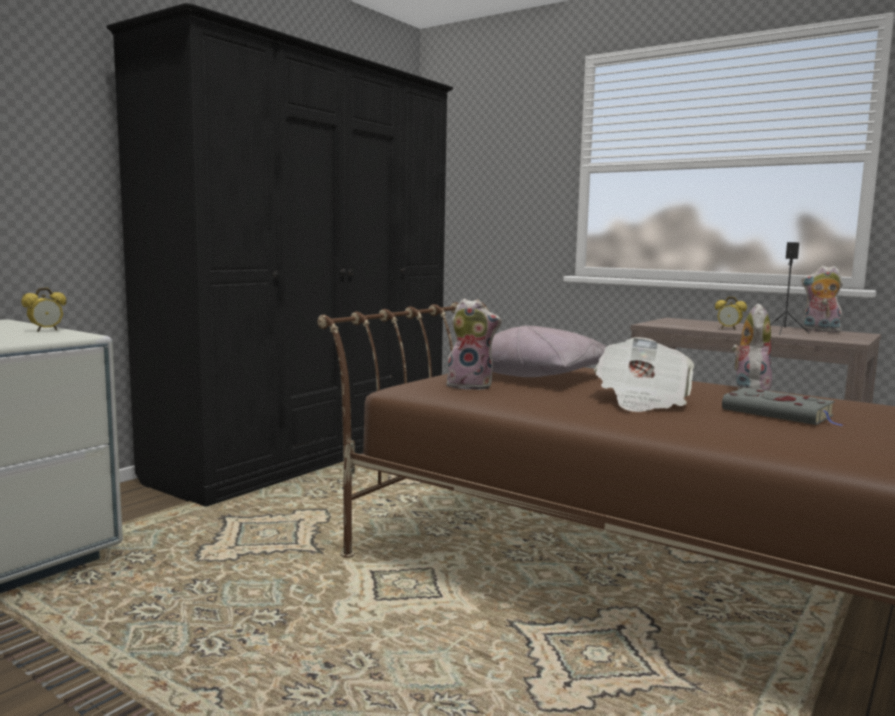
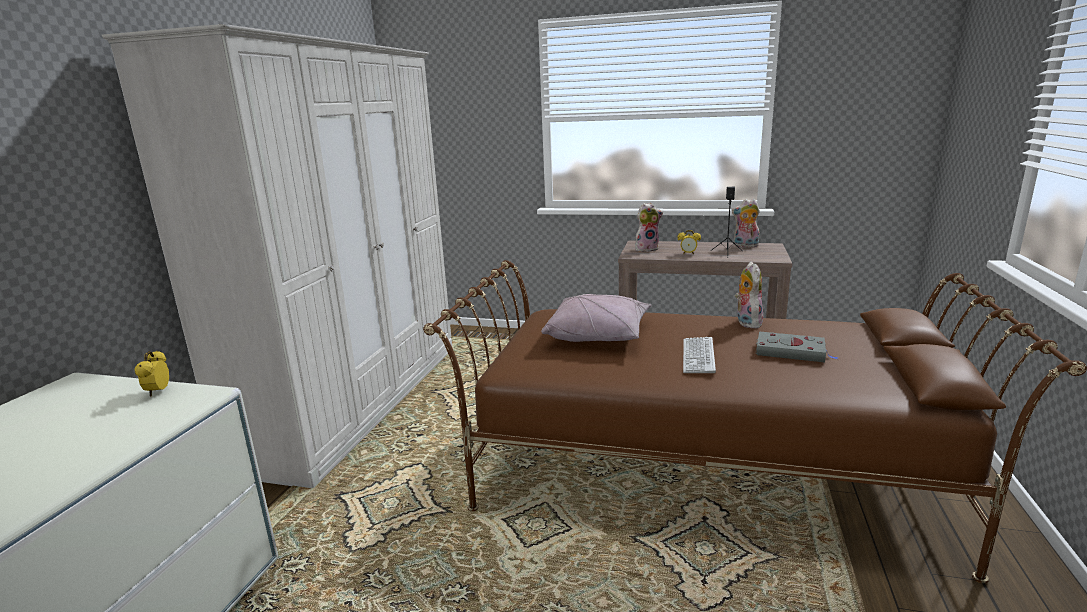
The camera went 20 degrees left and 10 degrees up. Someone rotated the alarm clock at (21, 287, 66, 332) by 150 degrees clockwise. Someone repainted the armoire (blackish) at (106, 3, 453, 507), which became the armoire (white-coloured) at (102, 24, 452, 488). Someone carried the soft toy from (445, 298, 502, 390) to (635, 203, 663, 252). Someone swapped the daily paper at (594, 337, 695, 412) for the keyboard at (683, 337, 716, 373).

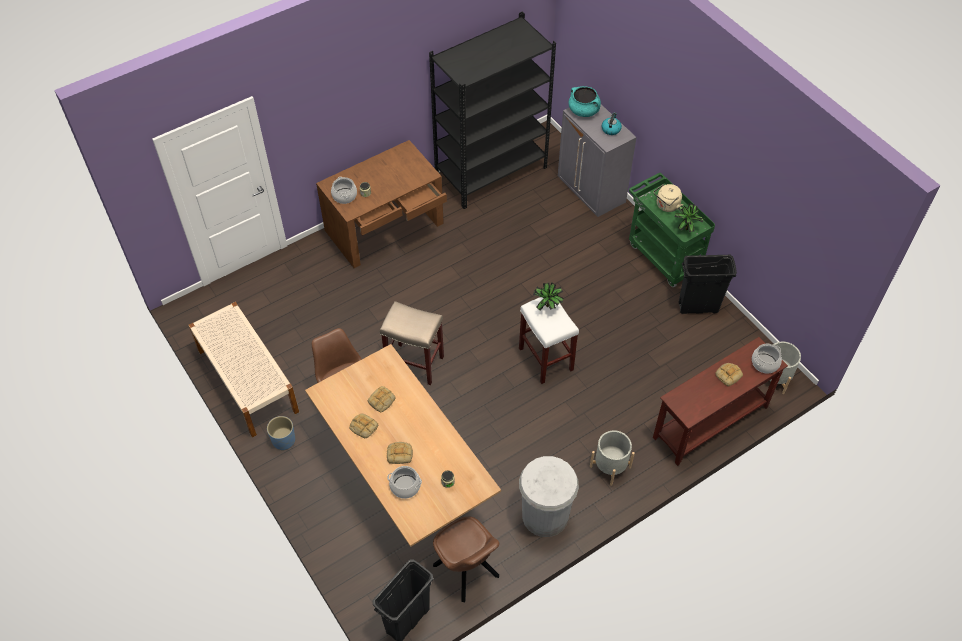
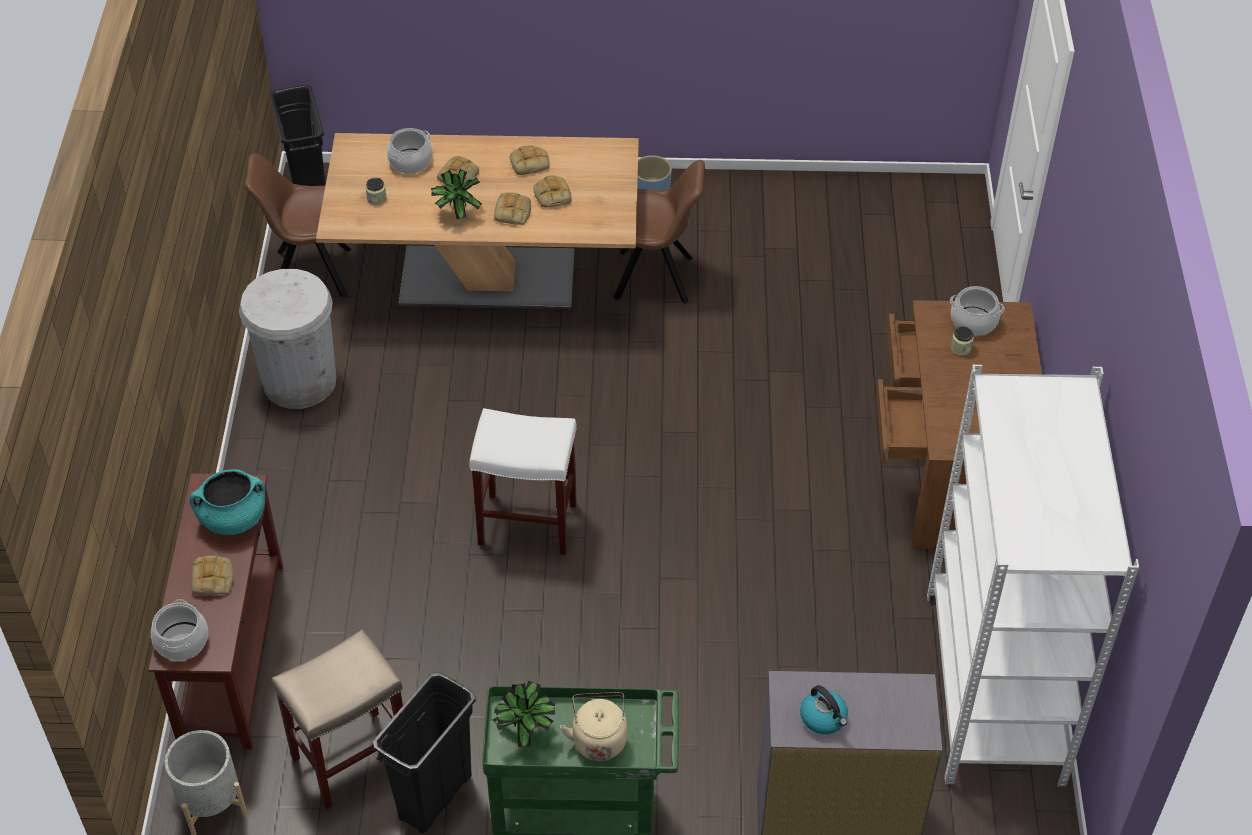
The camera went 125 degrees right and 5 degrees down. Someone took away the indoor bench (beige-coloured) at (188, 302, 299, 438). Someone carried the stool (beige-coloured) from (380, 301, 444, 385) to (271, 629, 403, 810). Someone repainted the shelving unit (blackish) at (429, 12, 556, 209), which became the shelving unit (white-coloured) at (927, 365, 1139, 787). Someone carried the potted plant from (533, 283, 564, 311) to (431, 169, 482, 219). Someone carried the saucepot (turquoise) from (568, 86, 601, 117) to (189, 469, 265, 535). Someone took away the plant pot (greyish) at (590, 430, 635, 486). Someone put down the bread at (494, 192, 531, 225).

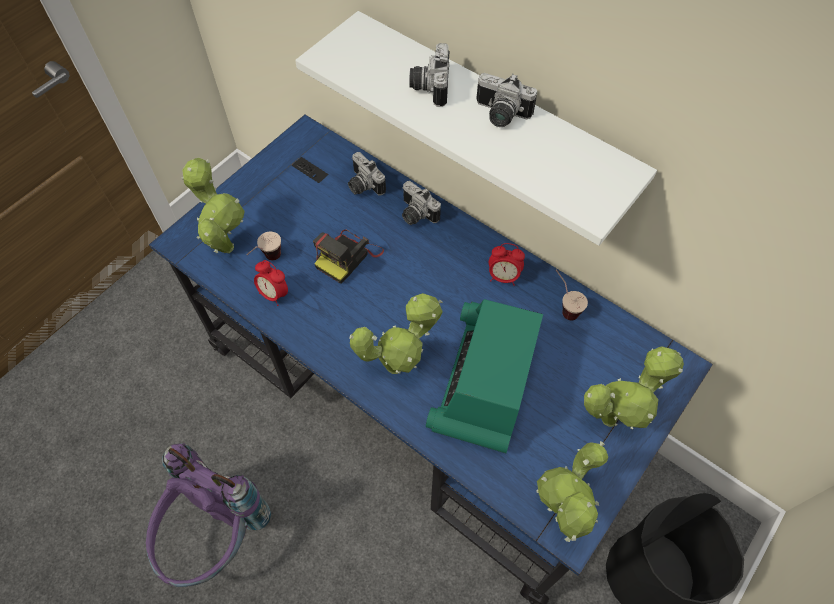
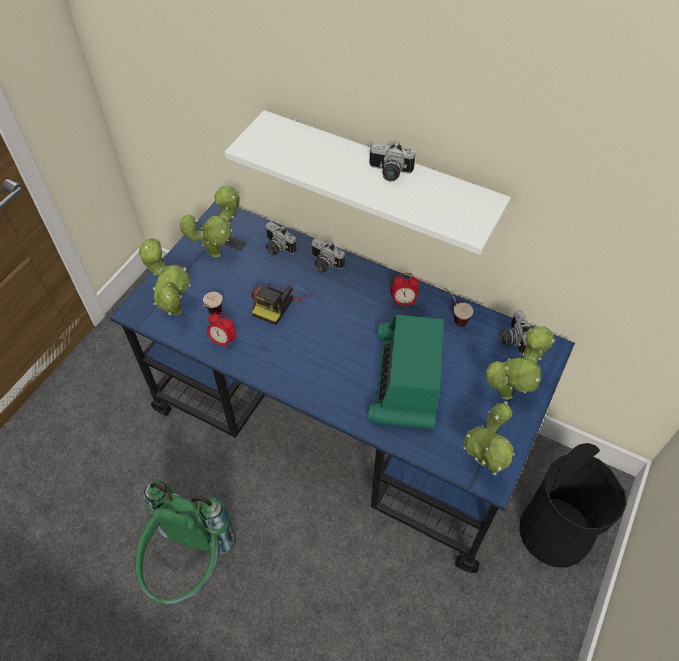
The camera went 10 degrees left and 5 degrees down. Someone repainted the rucksack (purplish) at (146, 443, 271, 587), which became the rucksack (green) at (135, 479, 236, 605). Someone carried the potted plant from (349, 293, 443, 374) to (179, 186, 240, 257). Someone carried the still camera from (409, 43, 449, 107) to (499, 311, 531, 355).

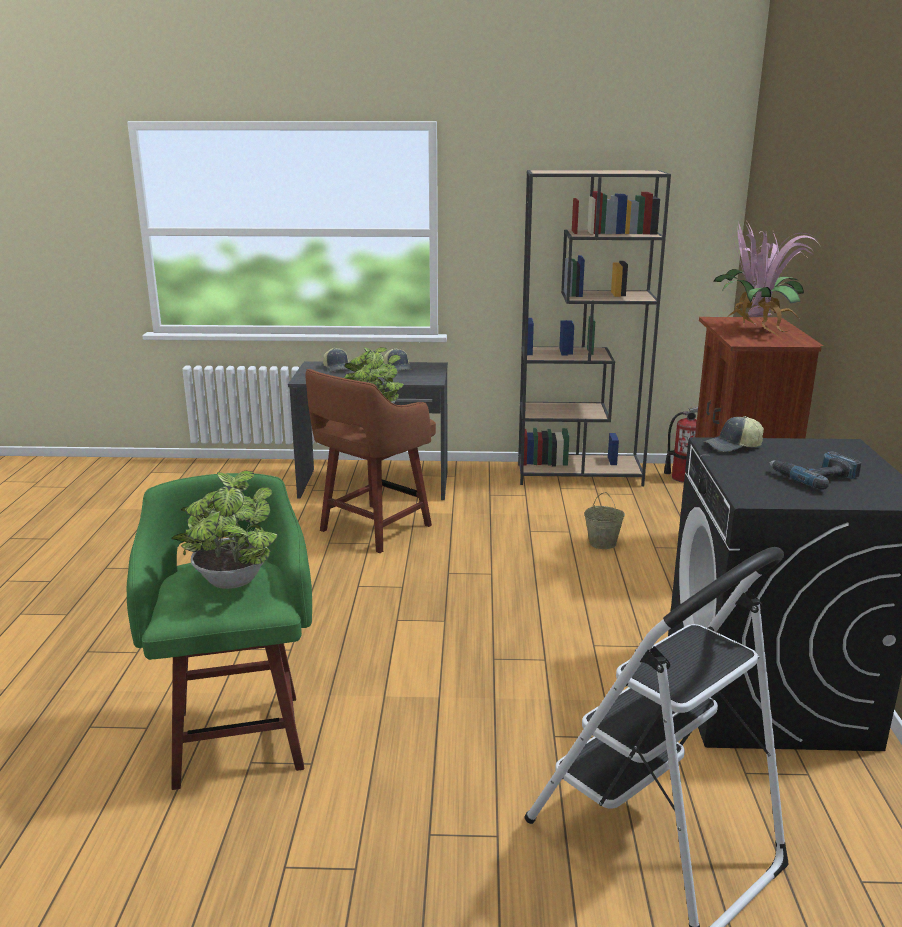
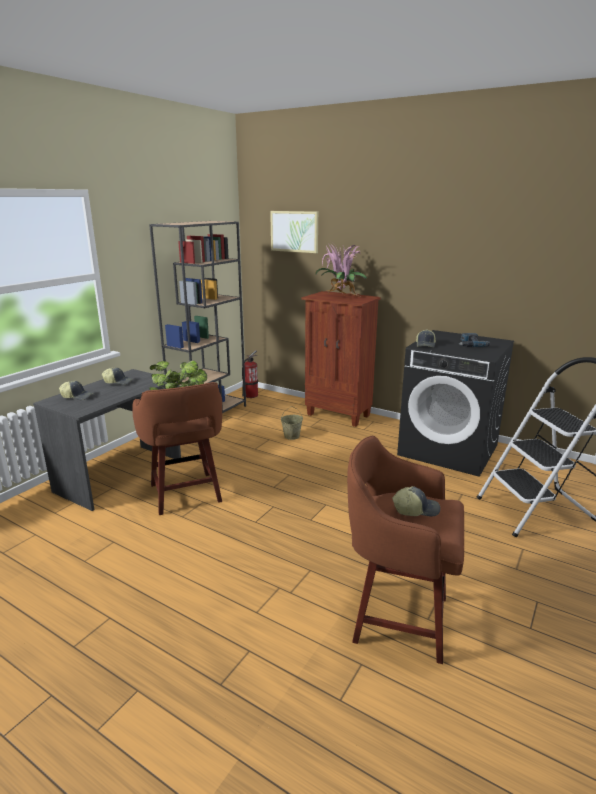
The camera went 60 degrees left and 0 degrees up. Someone repainted the stool (green) at (127, 473, 312, 790), which became the stool (brown) at (347, 436, 464, 664). Someone swapped the potted plant at (171, 471, 277, 589) for the peaked cap at (392, 486, 440, 516). Someone put up the wall picture at (270, 211, 318, 253).

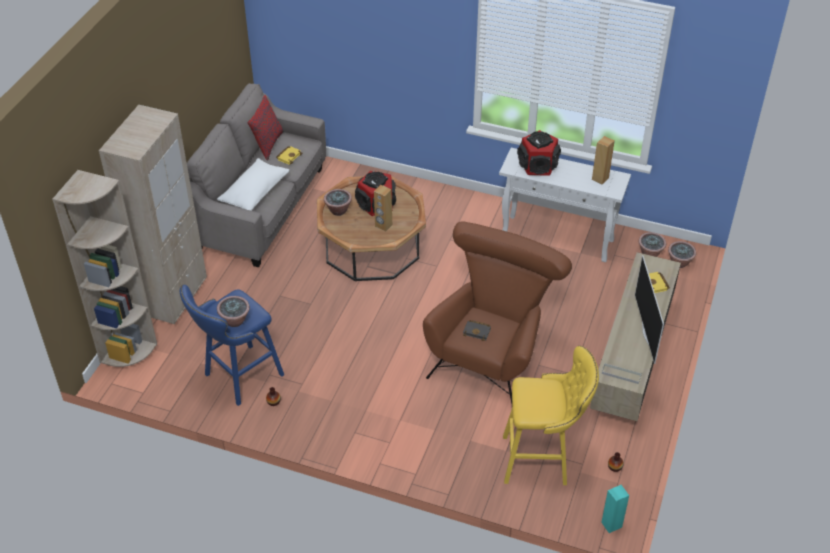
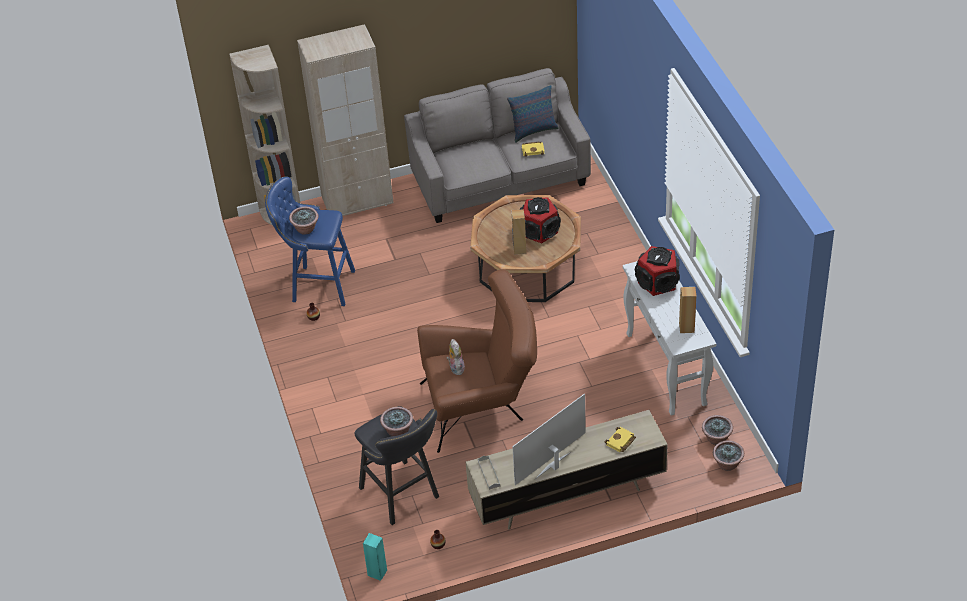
The camera went 55 degrees right and 0 degrees up. Someone took away the throw pillow (white-coloured) at (217, 158, 290, 211). Someone repainted the throw pillow (reddish) at (248, 95, 284, 160), which became the throw pillow (bluish) at (507, 85, 559, 143). Someone carried the potted plant from (324, 189, 352, 216) to (380, 407, 413, 437). Someone swapped the bound book (blackish) at (463, 320, 491, 341) for the soft toy at (447, 339, 465, 375). Someone repainted the stool (yellow-coloured) at (503, 346, 599, 485), which became the stool (blackish) at (355, 406, 439, 525).

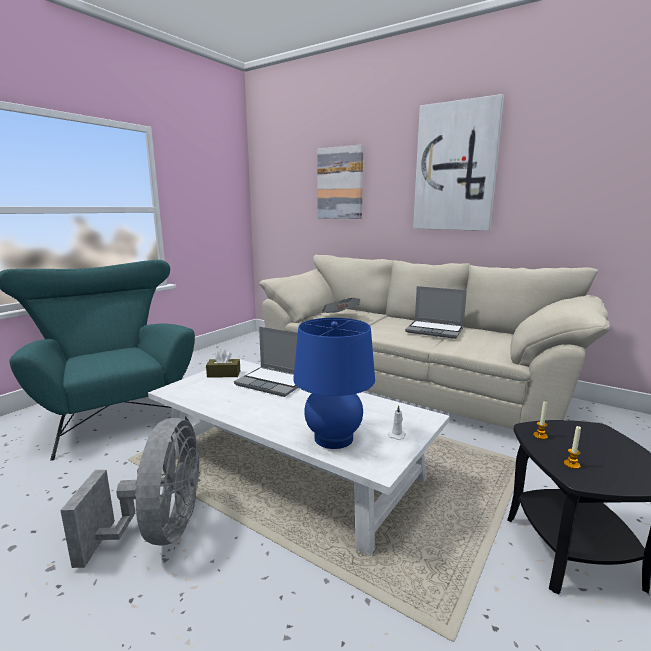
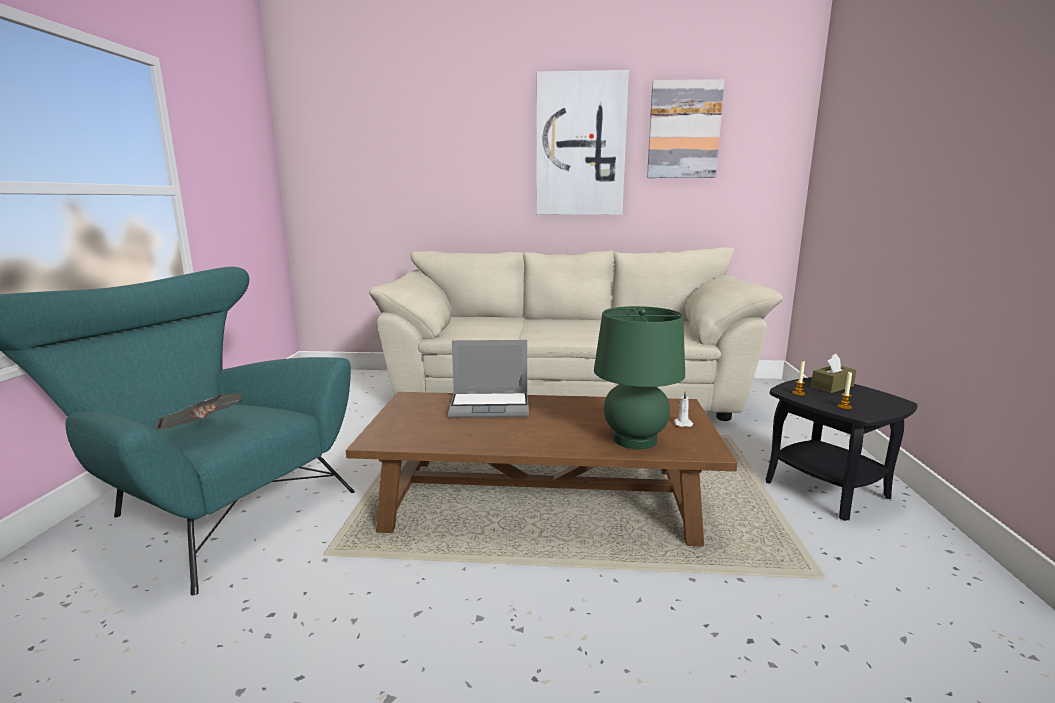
The camera went 30 degrees left and 0 degrees up. Someone took away the electric fan (greyish) at (60, 418, 200, 568). Someone repainted the coffee table (white-coloured) at (148, 358, 450, 556), which became the coffee table (brown) at (346, 392, 737, 547). Someone carried the box of tissues (brown) from (206, 349, 240, 378) to (811, 354, 856, 393). Someone repainted the lamp for a table (bluish) at (293, 318, 375, 449), which became the lamp for a table (green) at (594, 306, 685, 449). Someone carried the wall picture from (317, 145, 363, 219) to (647, 79, 725, 178). Someone carried the daily paper from (321, 298, 361, 313) to (156, 393, 242, 430). Someone took away the notebook computer at (405, 286, 467, 339).

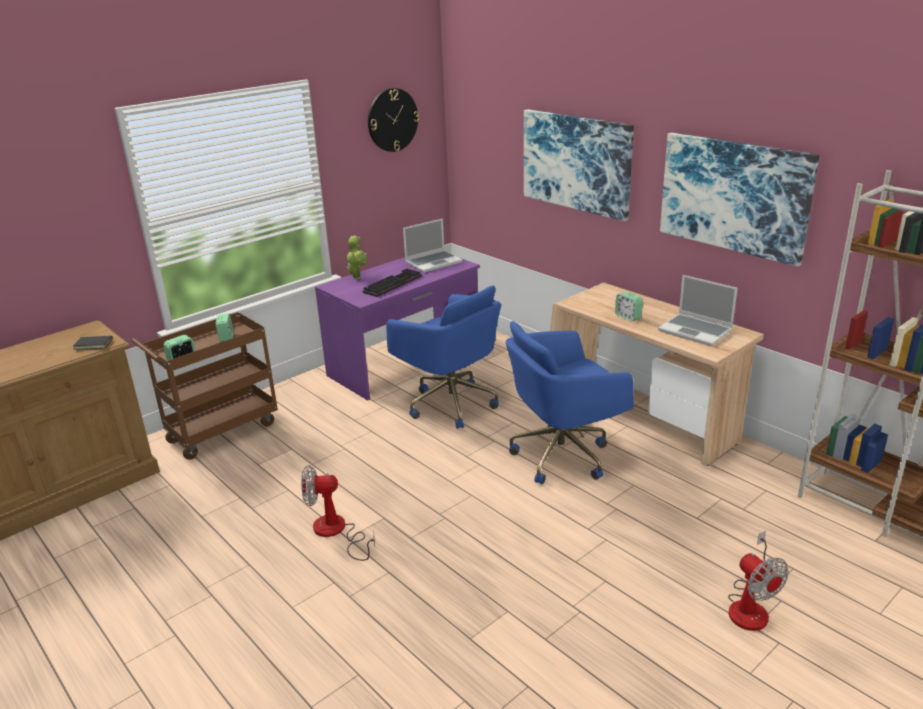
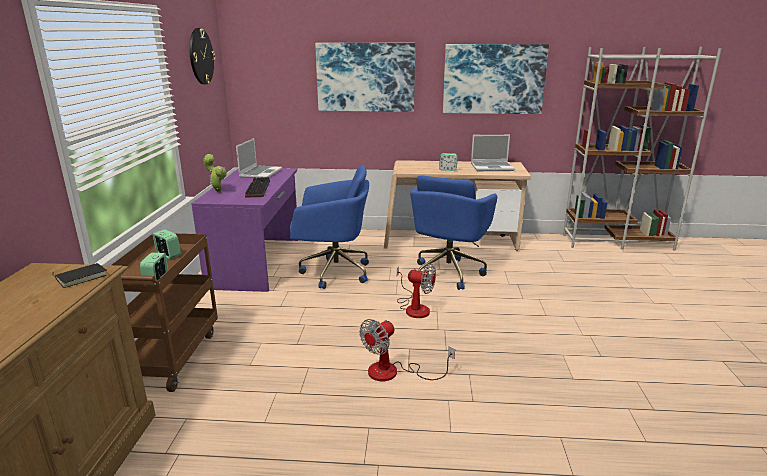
The camera went 45 degrees left and 5 degrees down. Someone carried the electric fan from (728, 531, 789, 631) to (397, 263, 436, 318).

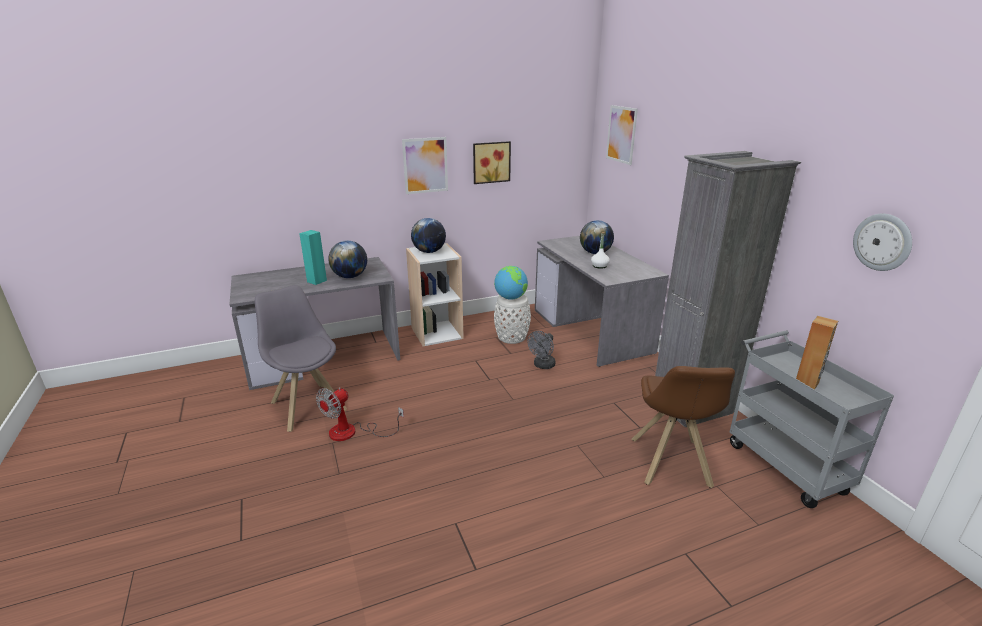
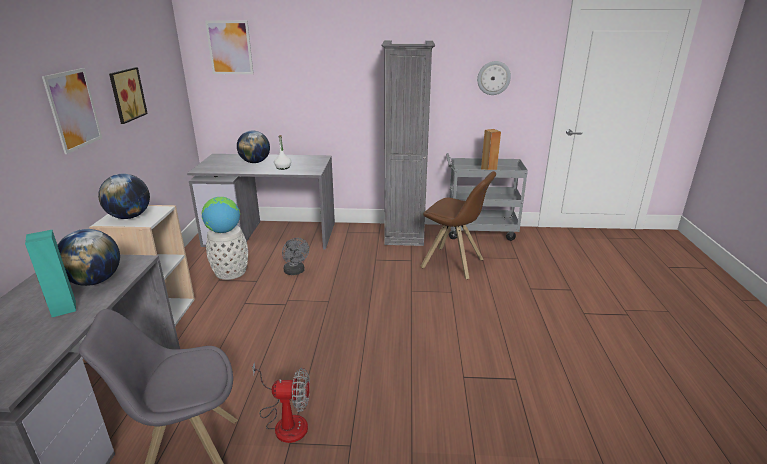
The camera went 65 degrees left and 0 degrees up. Someone rotated the electric fan at (316, 388, 404, 441) by 60 degrees counterclockwise.

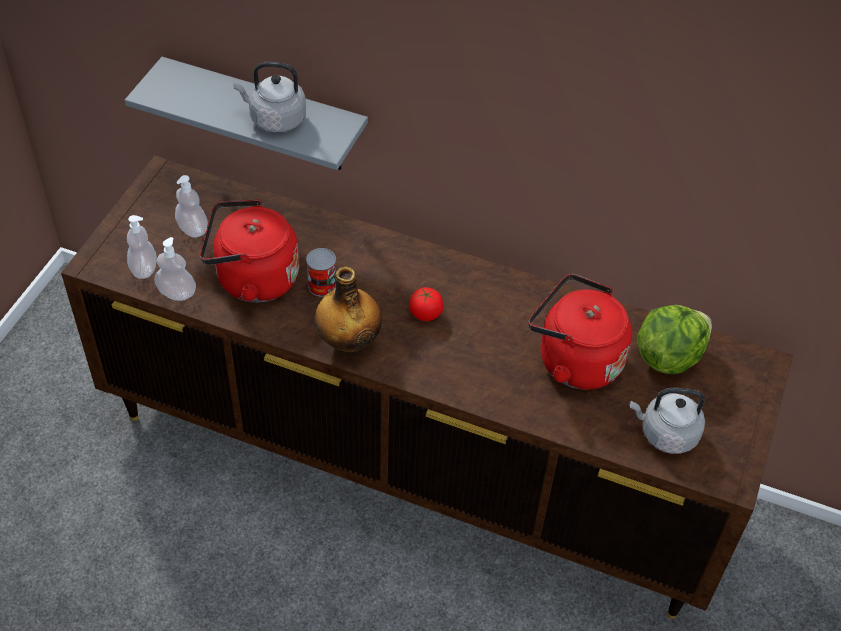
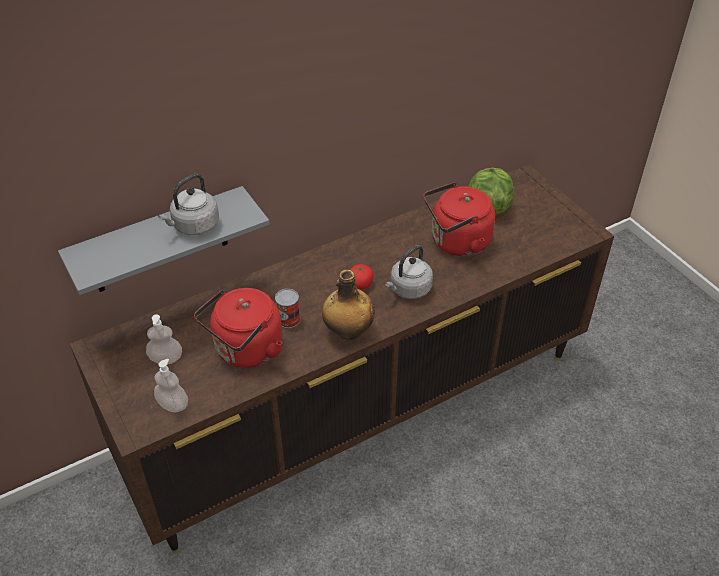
The camera went 50 degrees left and 5 degrees down. Someone took away the liquid soap bottle at (154, 237, 196, 301). Someone carried the kettle (greyish) from (630, 388, 705, 454) to (385, 245, 433, 299).

